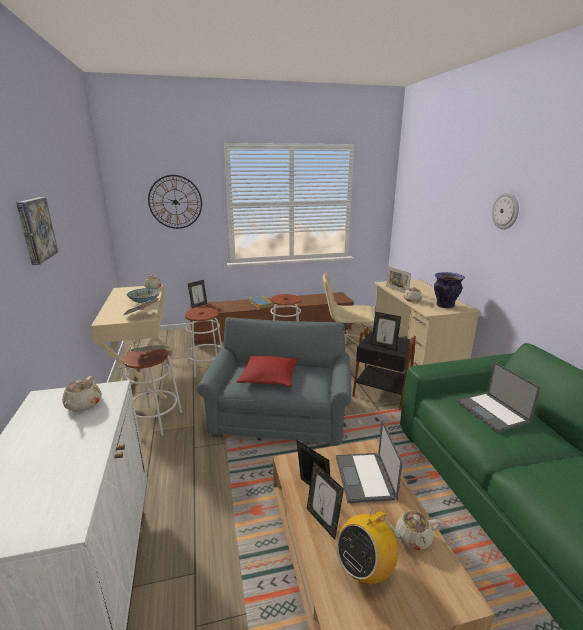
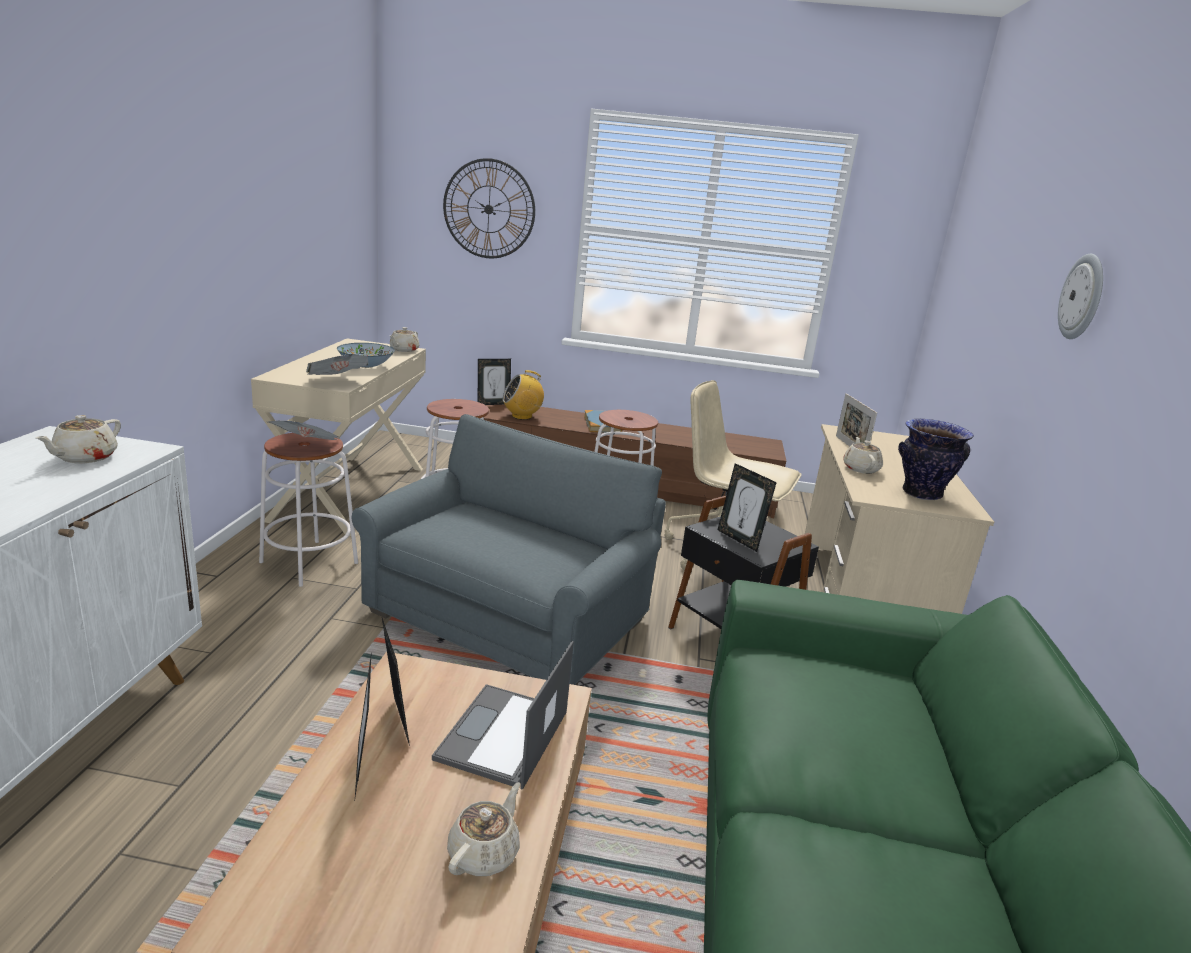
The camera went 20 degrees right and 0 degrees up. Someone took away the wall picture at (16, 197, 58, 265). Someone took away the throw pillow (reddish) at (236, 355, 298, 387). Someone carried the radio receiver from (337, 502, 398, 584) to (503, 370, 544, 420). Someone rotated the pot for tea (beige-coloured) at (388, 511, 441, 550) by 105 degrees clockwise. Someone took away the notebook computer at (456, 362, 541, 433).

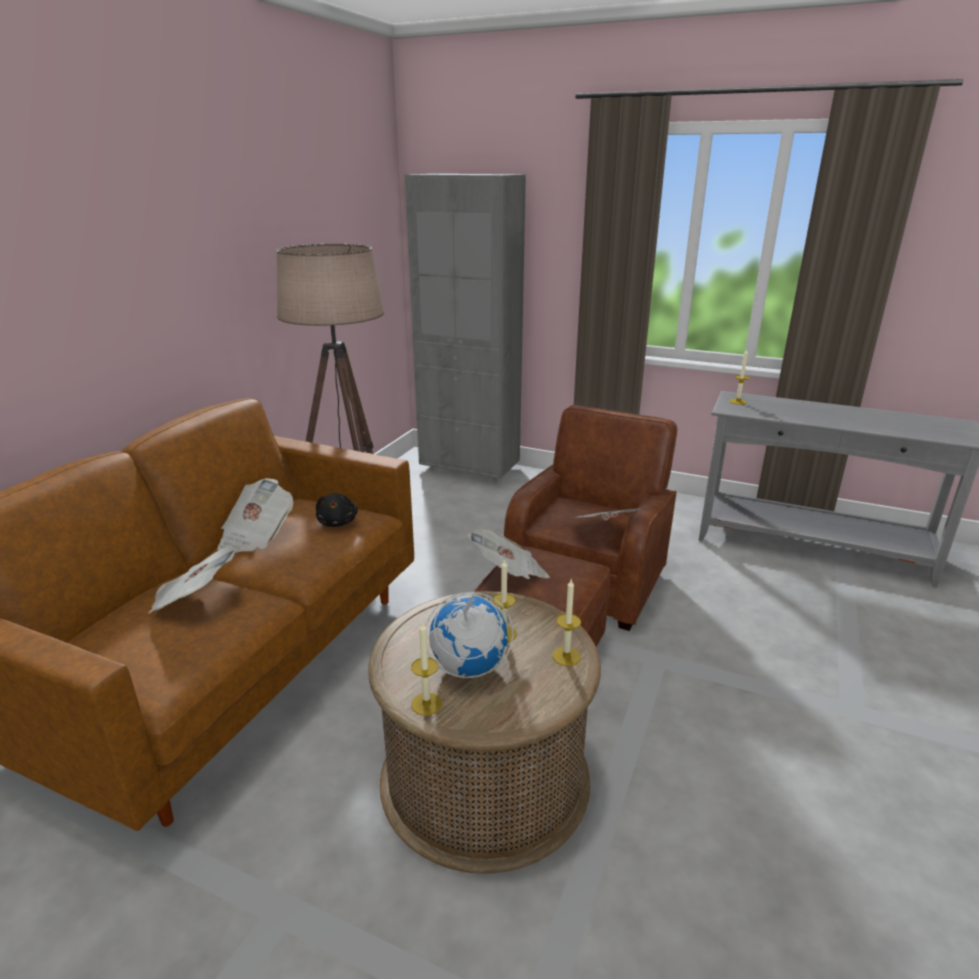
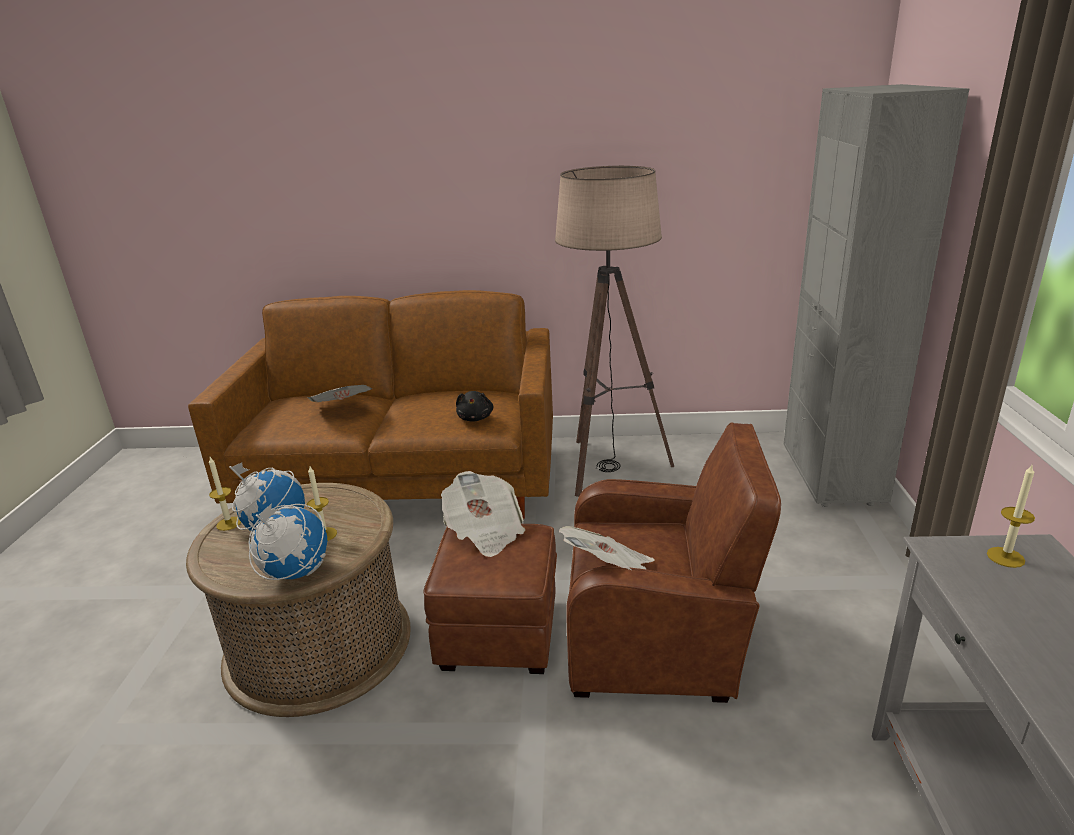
The camera went 70 degrees right and 0 degrees up. Someone took away the daily paper at (217, 478, 294, 553). Someone rotated the soft toy (blackish) at (316, 493, 358, 527) by 60 degrees counterclockwise. Someone swapped the candle at (552, 580, 581, 666) for the globe at (248, 503, 327, 580).

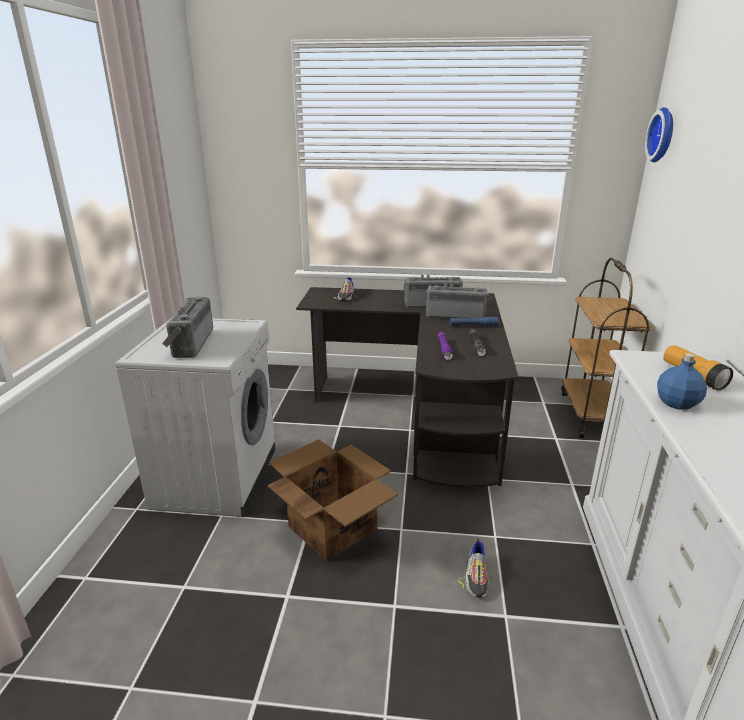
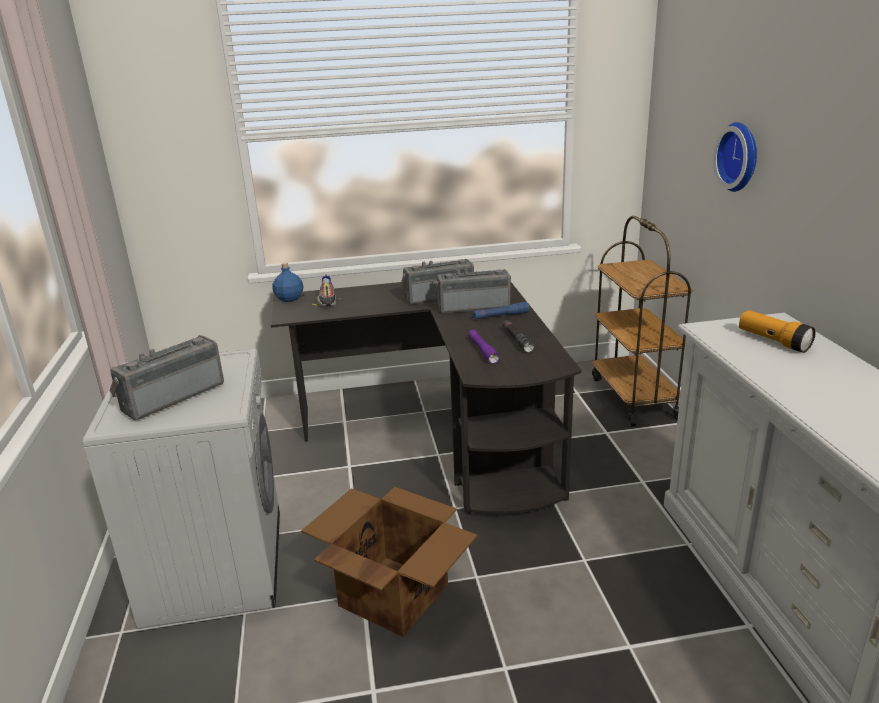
The camera went 15 degrees left and 0 degrees up. Someone rotated the radio receiver at (162, 297, 213, 358) by 60 degrees clockwise. Someone took away the item of footwear at (458, 538, 493, 598). Someone carried the wall clock from (645, 107, 673, 162) to (713, 122, 757, 192). Someone carried the beverage bottle (bluish) from (657, 353, 707, 410) to (273, 263, 304, 302).

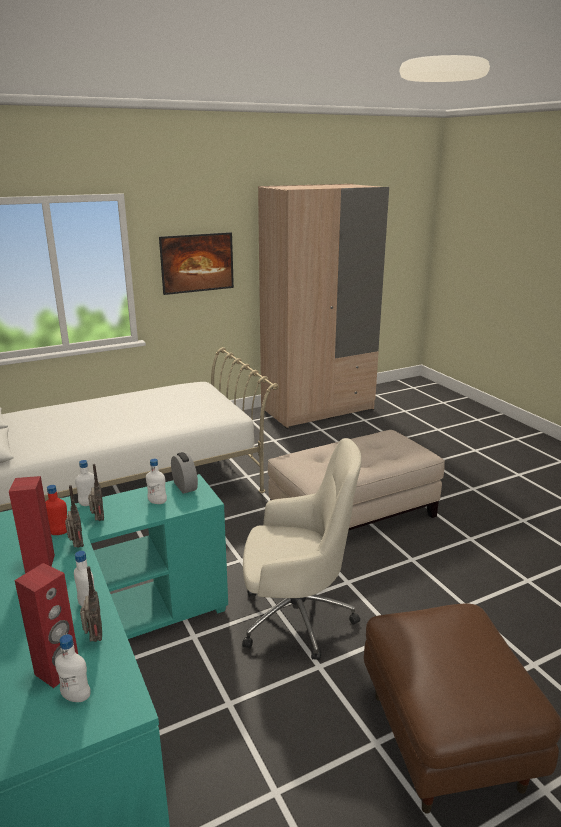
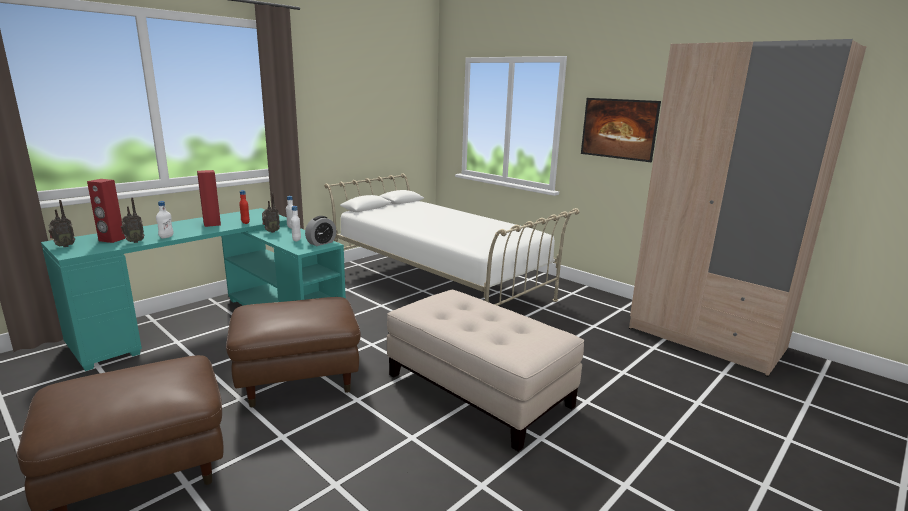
The camera went 70 degrees right and 5 degrees down. Someone took away the beverage bottle (white-coloured) at (55, 634, 91, 702). Someone carried the radio receiver from (65, 485, 84, 548) to (48, 200, 75, 247). Someone swapped the desk chair (beige-coloured) at (242, 438, 362, 660) for the footrest (brown) at (226, 297, 361, 407).

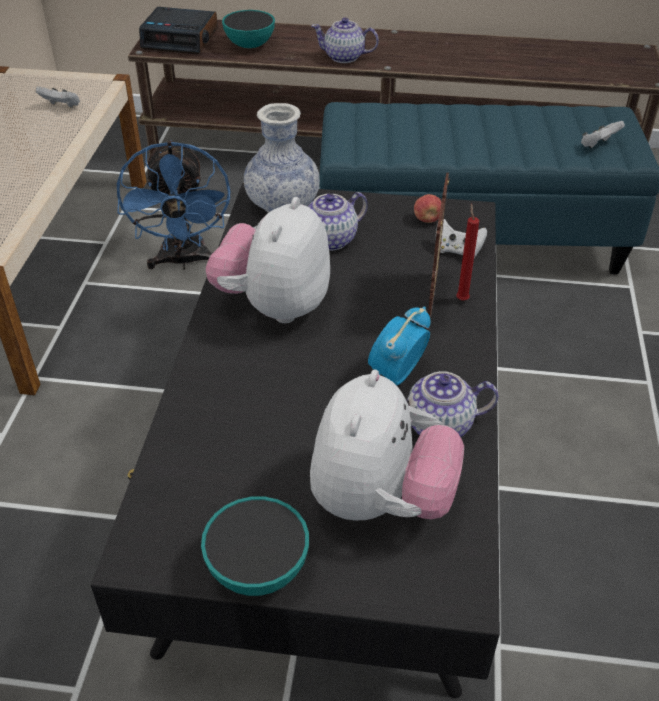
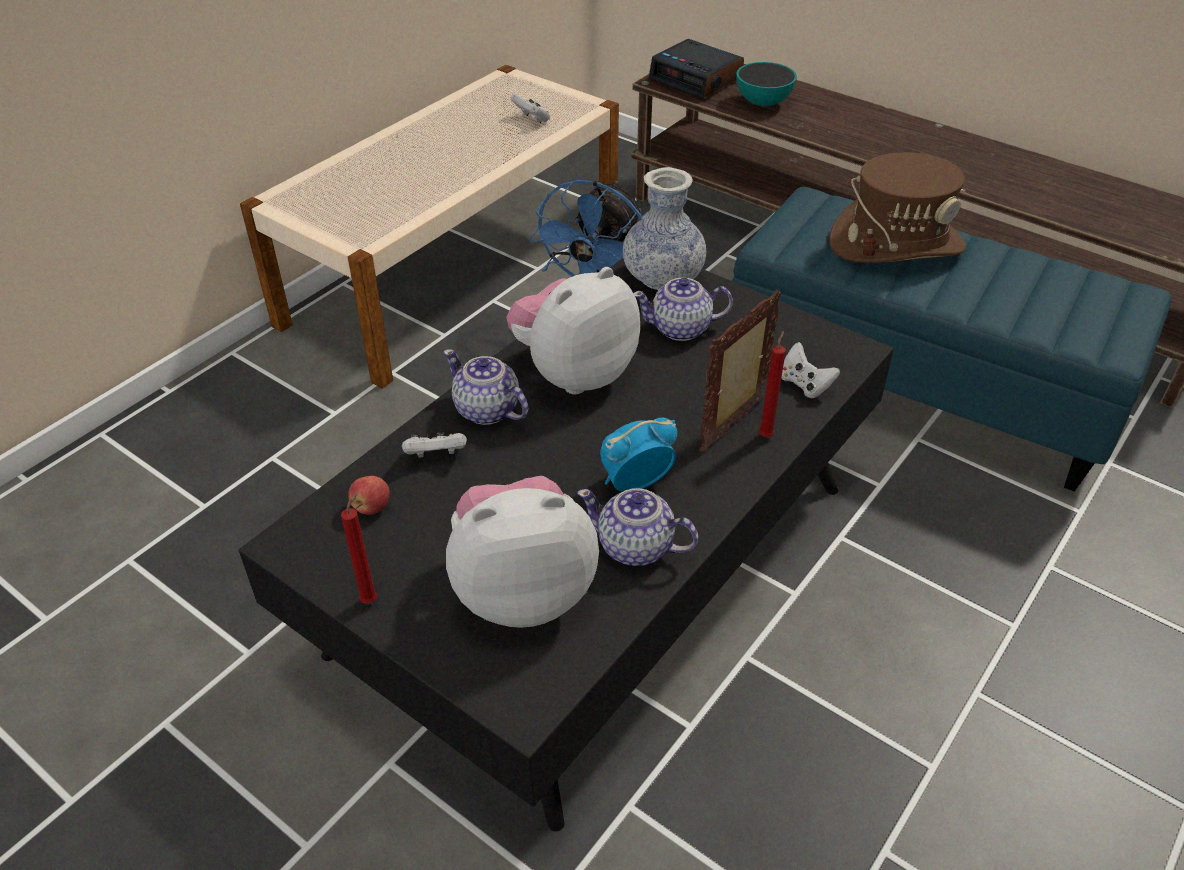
The camera went 30 degrees right and 0 degrees up. Someone swapped the bowl at (201, 496, 309, 596) for the candle (reddish) at (341, 492, 377, 604). Someone rotated the soft toy at (310, 369, 464, 521) by 150 degrees counterclockwise. Someone carried the pot for tea from (311, 17, 379, 63) to (443, 349, 528, 425). Someone carried the whole apple from (414, 194, 442, 223) to (348, 476, 389, 515). Someone carried the joypad (white-coloured) from (581, 121, 625, 148) to (402, 432, 467, 458). Someone put down the clothing hat (brown) at (829, 152, 966, 263).

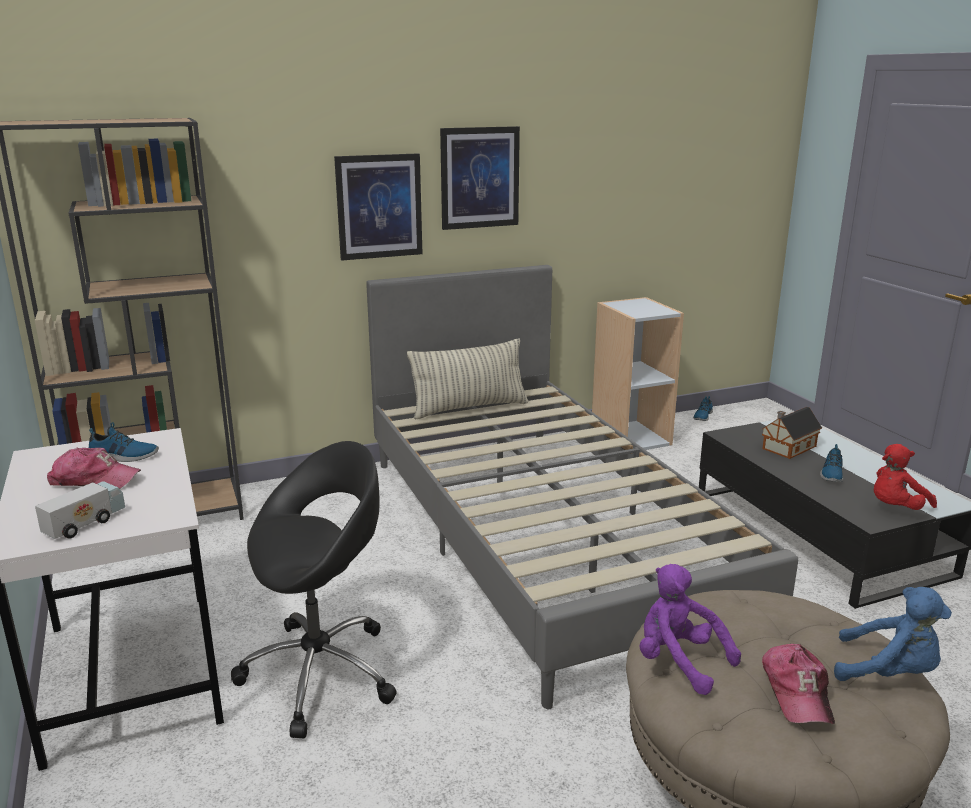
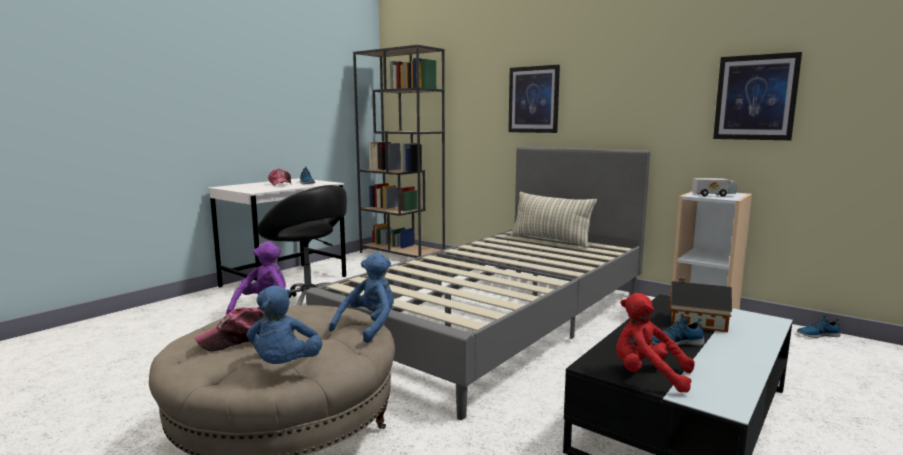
The camera went 60 degrees right and 10 degrees down. Someone carried the toy truck from (35, 481, 125, 539) to (692, 178, 737, 196). Someone carried the wall picture from (440, 126, 520, 230) to (713, 52, 802, 140). Someone put down the soft toy (bluish) at (329, 253, 394, 343).

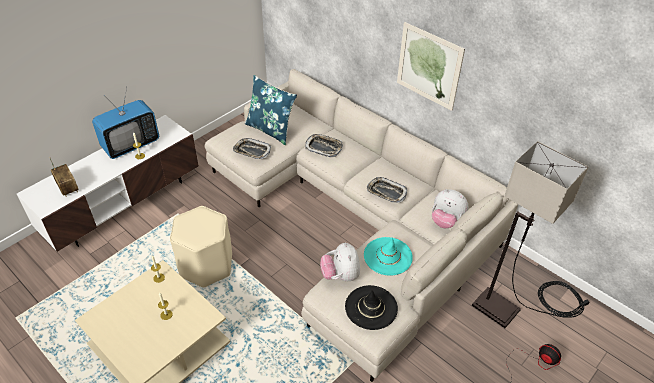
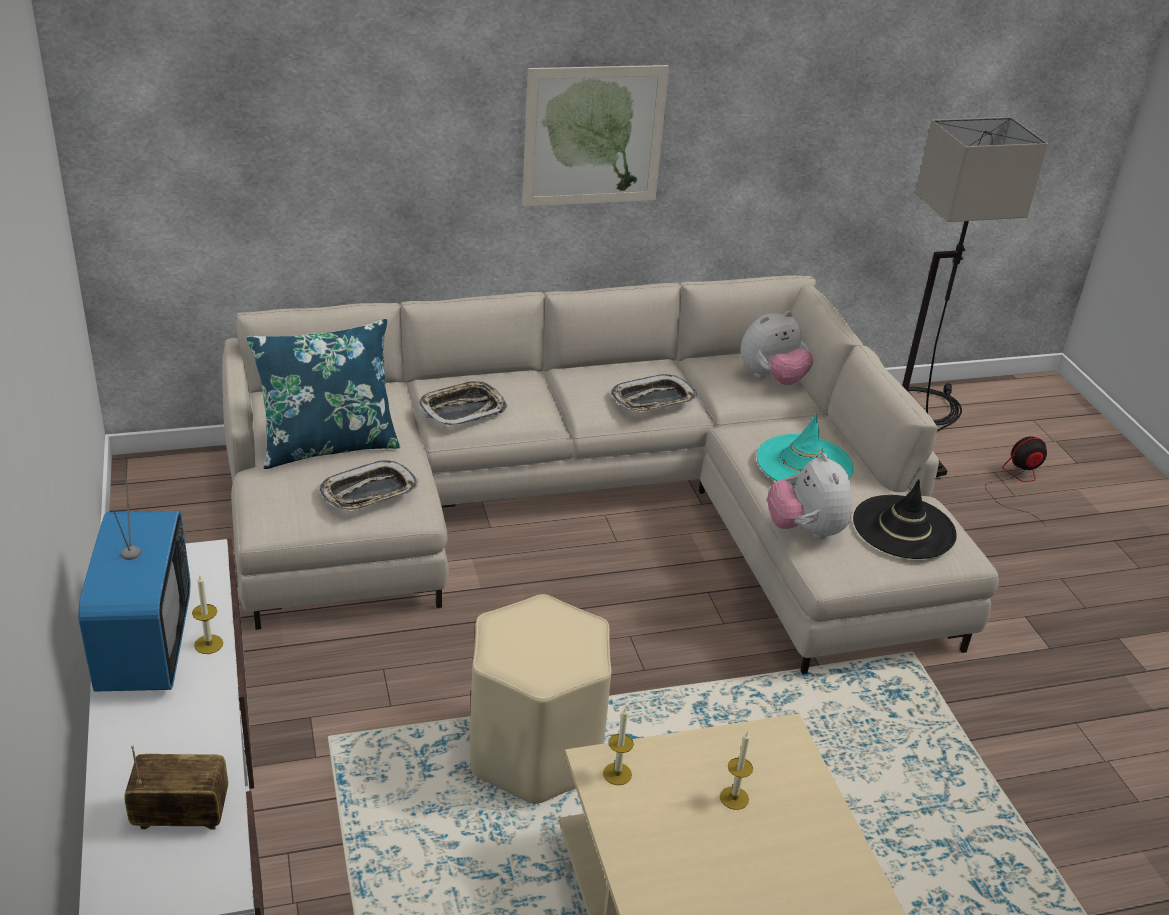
The camera went 60 degrees left and 10 degrees down. Someone rotated the soft toy at (320, 242, 360, 281) by 60 degrees clockwise.

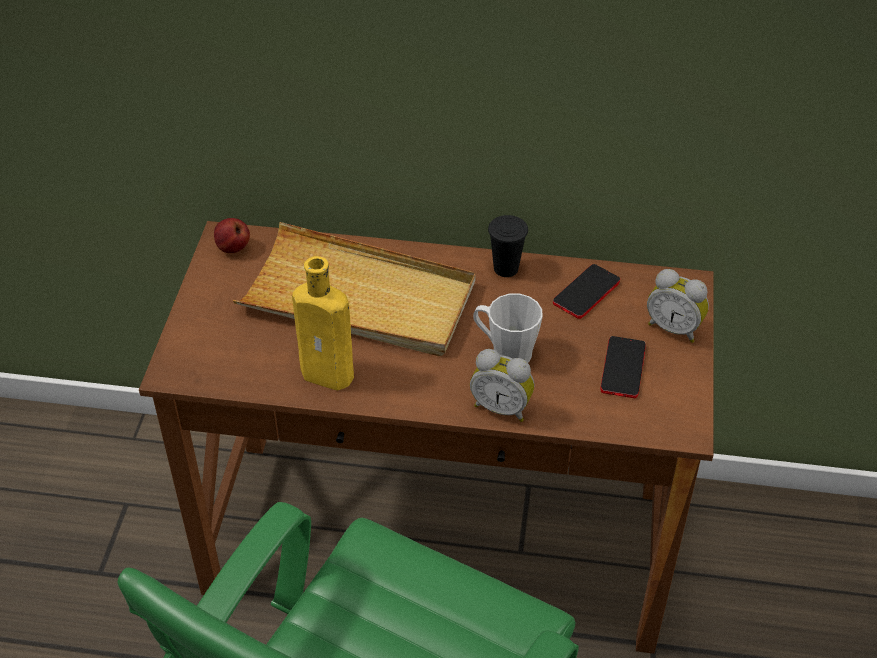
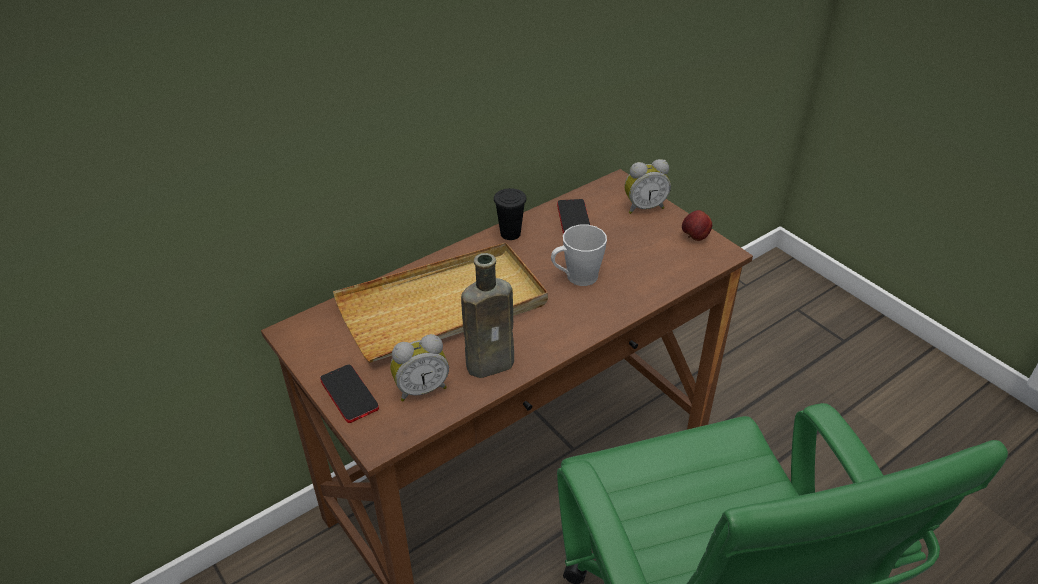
The camera went 45 degrees left and 5 degrees down. Someone carried the whole apple from (214, 218, 250, 253) to (682, 210, 712, 241). Someone repainted the beverage bottle (yellow-coloured) at (292, 256, 354, 391), which became the beverage bottle (brown) at (461, 253, 514, 378). Someone carried the alarm clock from (470, 349, 535, 422) to (390, 334, 449, 402). Someone carried the handset from (600, 336, 646, 398) to (320, 364, 379, 423).

